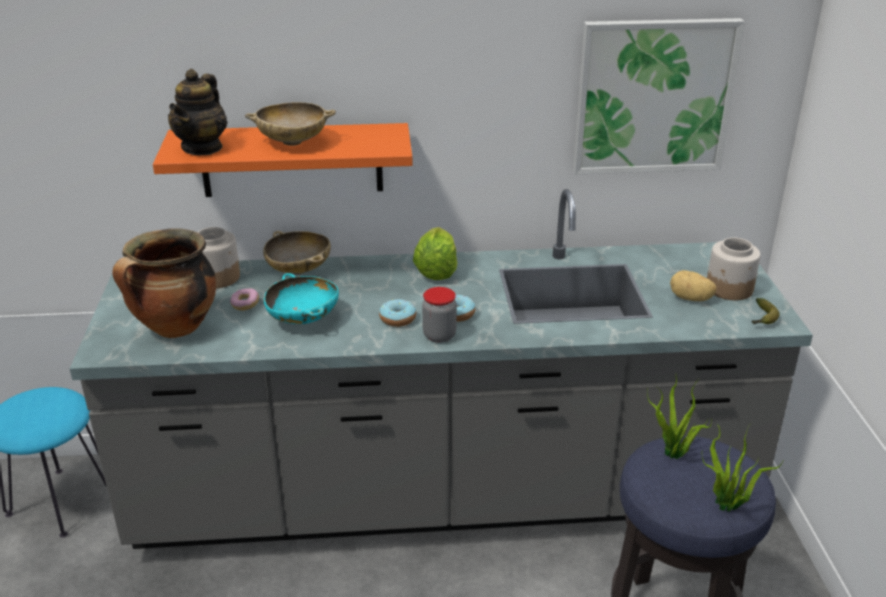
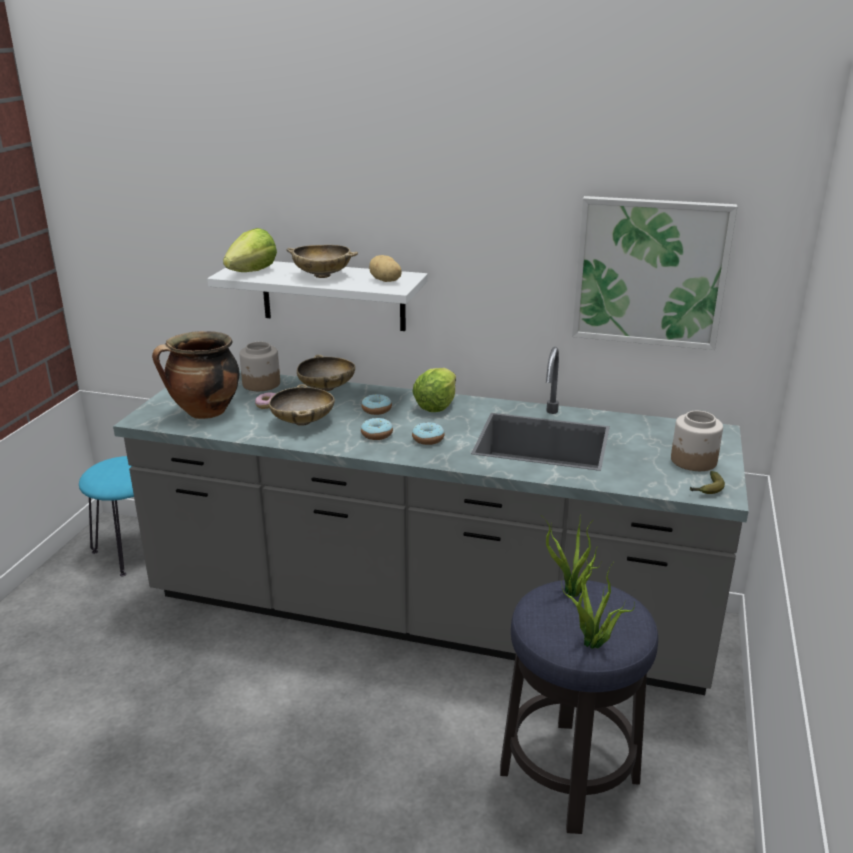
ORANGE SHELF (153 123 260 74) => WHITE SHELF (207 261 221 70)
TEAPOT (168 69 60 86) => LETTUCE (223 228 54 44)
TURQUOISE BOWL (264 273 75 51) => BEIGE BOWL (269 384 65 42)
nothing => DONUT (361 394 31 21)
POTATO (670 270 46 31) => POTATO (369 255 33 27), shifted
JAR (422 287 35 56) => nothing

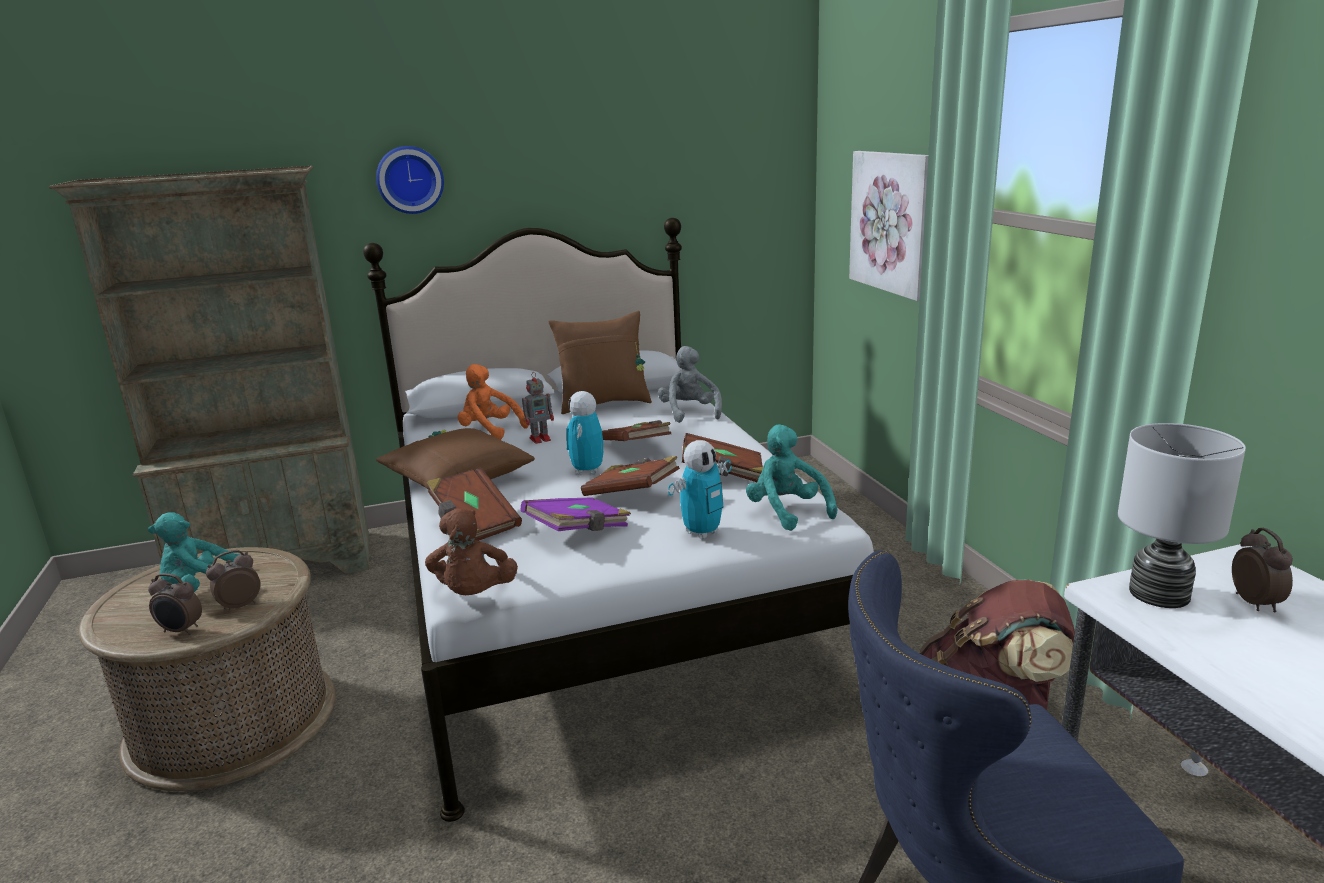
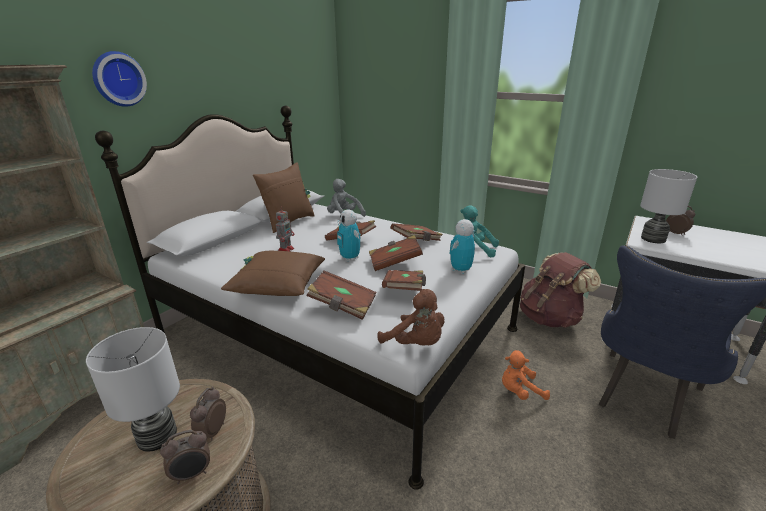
TURQUOISE PLUSH TOY (148 512 92 80) => GREY TABLE LAMP (86 327 94 125)
PURPLE BOOK (521 498 110 33) => BROWN BOOK (382 270 44 21)
TOY ROBOT (668 440 64 99) => TOY ROBOT (449 219 26 55), 150 degrees counterclockwise
ORANGE PLUSH TOY (458 364 70 76) => ORANGE PLUSH TOY (502 350 48 50), shifted
PICTURE (849 151 79 150) => nothing

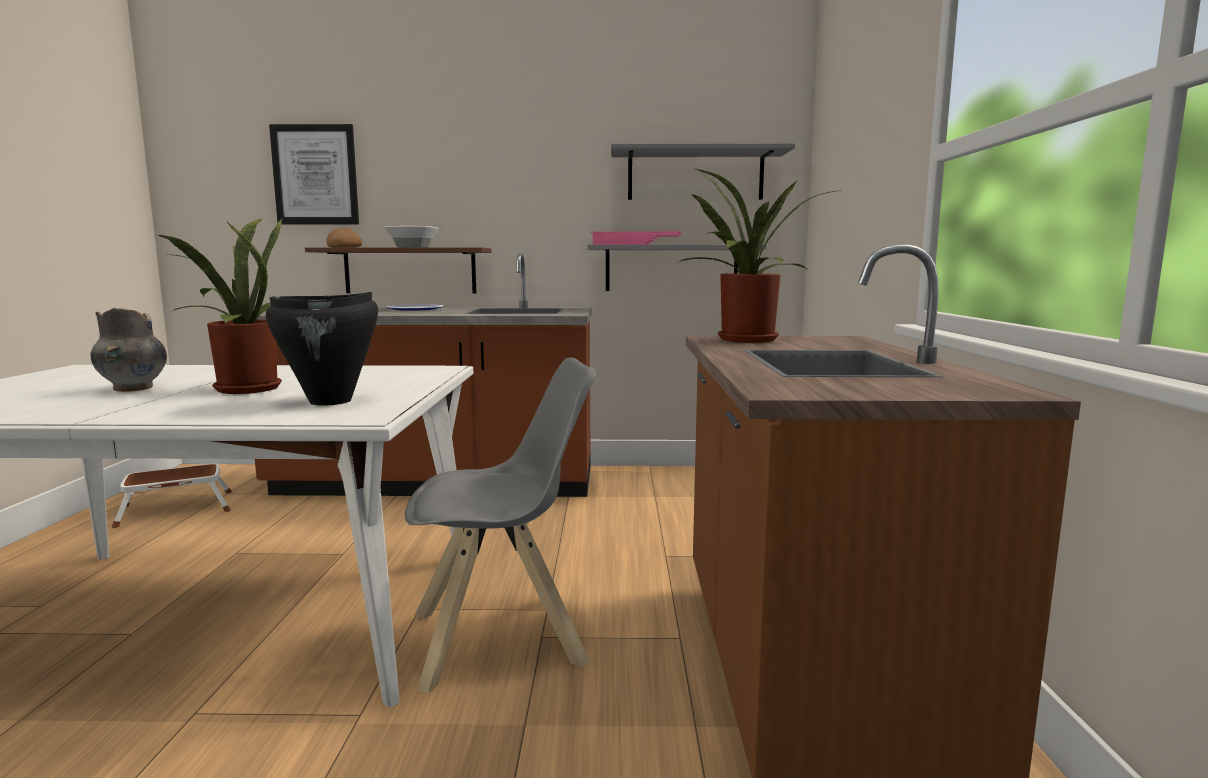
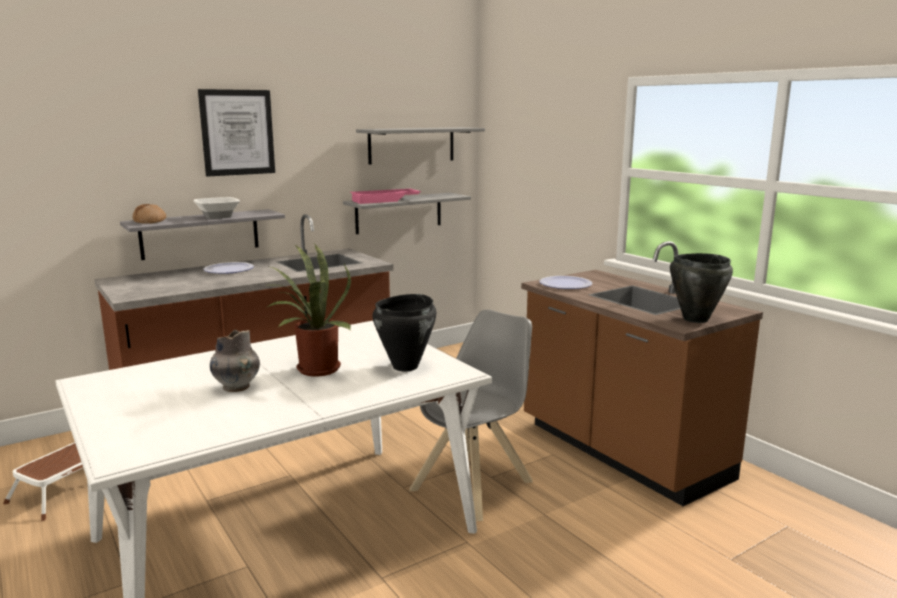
BROWN SHELF (305 247 187 46) => GREY SHELF (120 209 165 51)
PICTURE (269 124 90 100) => PICTURE (198 89 77 88), shifted
POTTED PLANT (679 169 163 174) => PLATE (539 276 54 13)
nothing => BLACK COOKING POT (670 253 63 70)

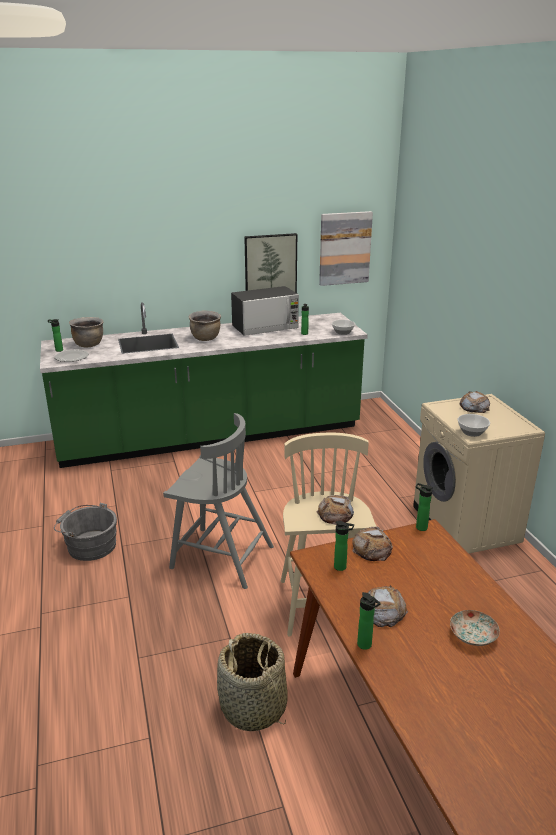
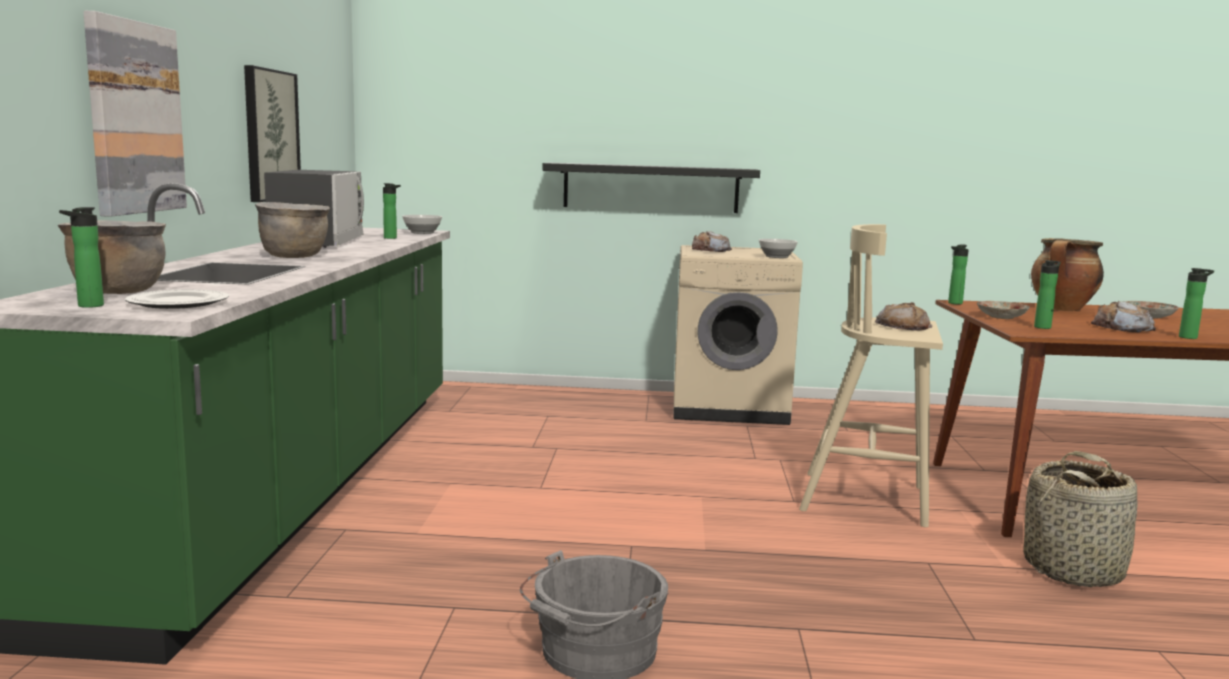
PICTURE (319 211 54 75) => PICTURE (83 11 104 206), shifted
nothing => BLACK SHELF (543 163 217 50)
BREAD (352 527 41 34) => PLATE (977 301 53 18)
nothing => COOKING POT (1031 238 73 73)
GREY CHAIR (163 413 111 176) => nothing

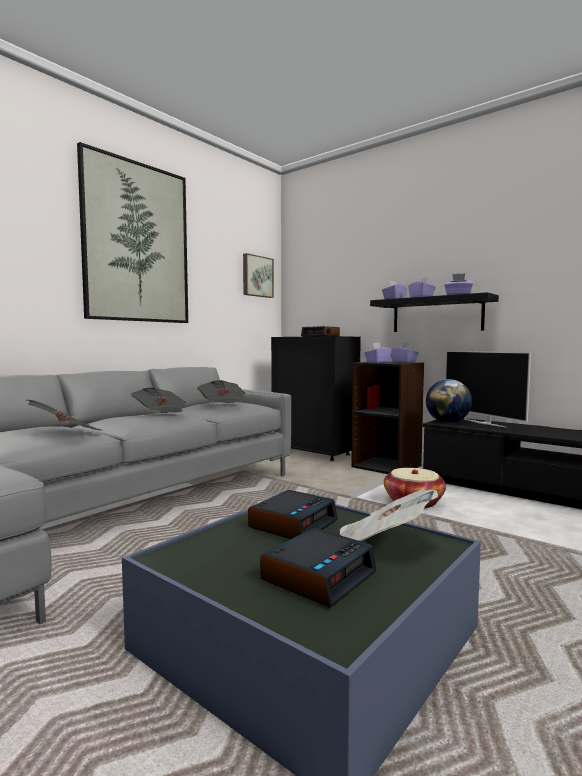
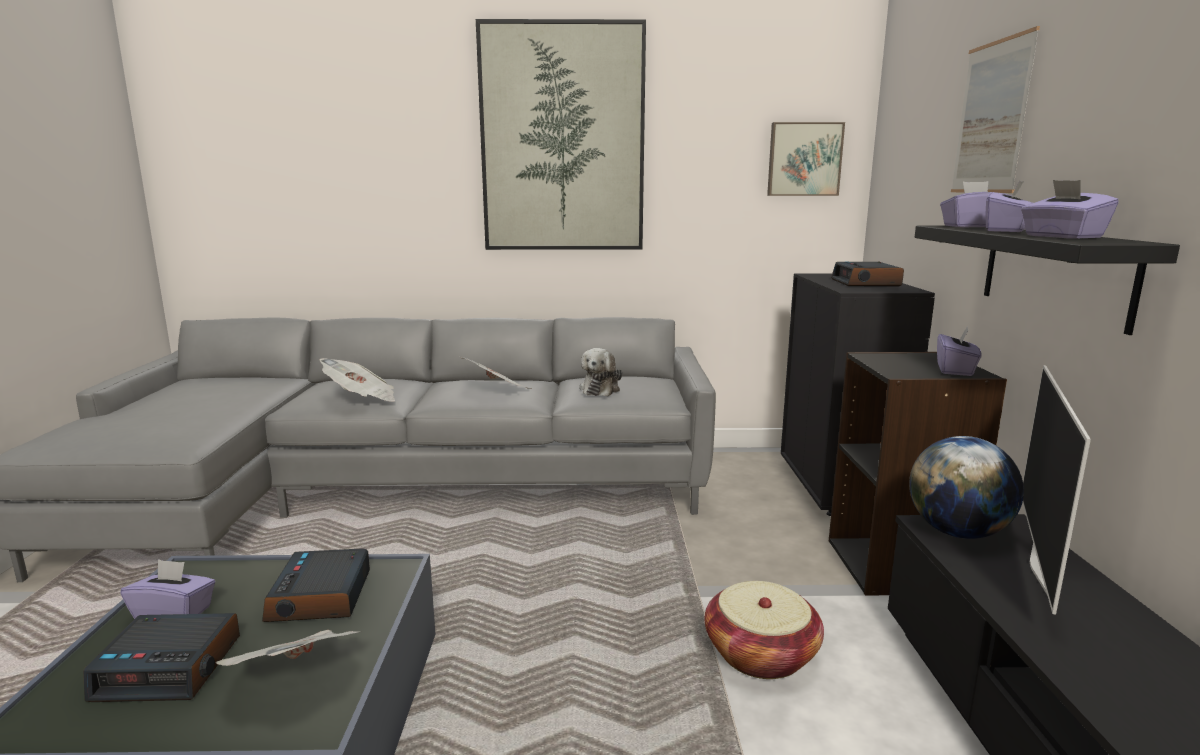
PURPLE TISSUE BOX (364 343 28 20) => PURPLE TISSUE BOX (120 559 96 60), shifted
ALARM CLOCK (248 490 90 49) => ALARM CLOCK (262 548 108 74), 90 degrees clockwise
NEWSPAPER (197 380 48 23) => PLUSH TOY (579 348 43 48)
nothing => PICTURE (951 26 89 167)

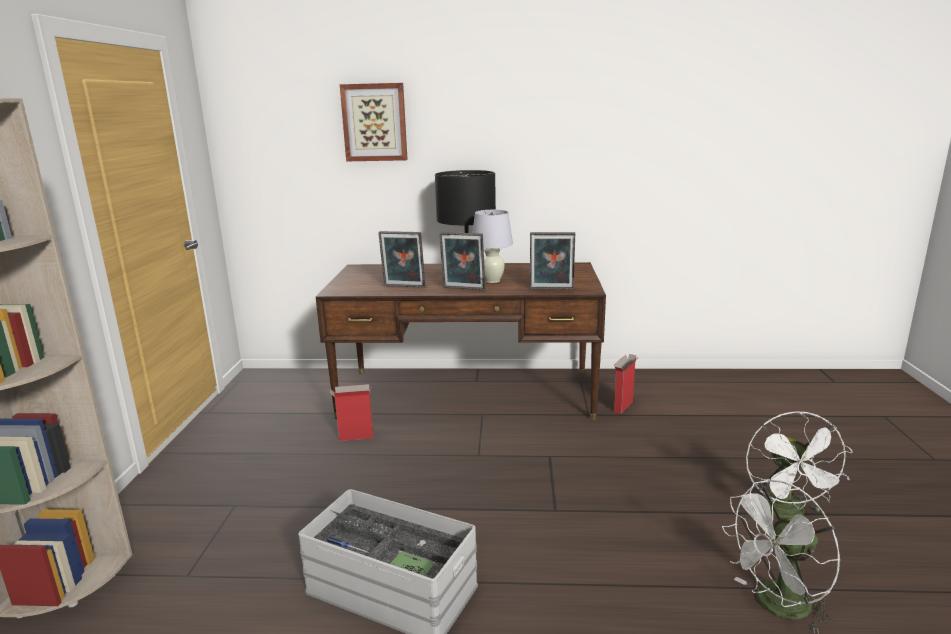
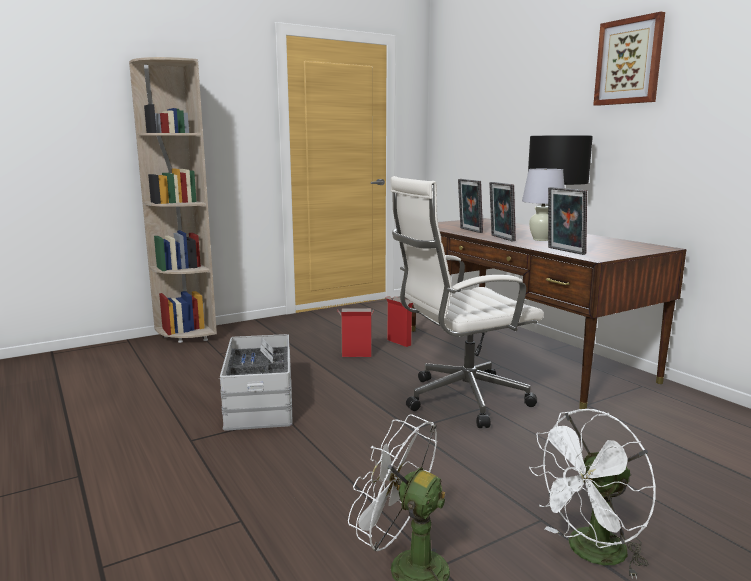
CARDBOARD BOX (614 354 23 60) => CARDBOARD BOX (337 308 37 49), shifted
nothing => WHITE OFFICE CHAIR (391 176 153 252)
PICTURE (340 83 68 78) => PICTURE (593 12 72 94), shifted

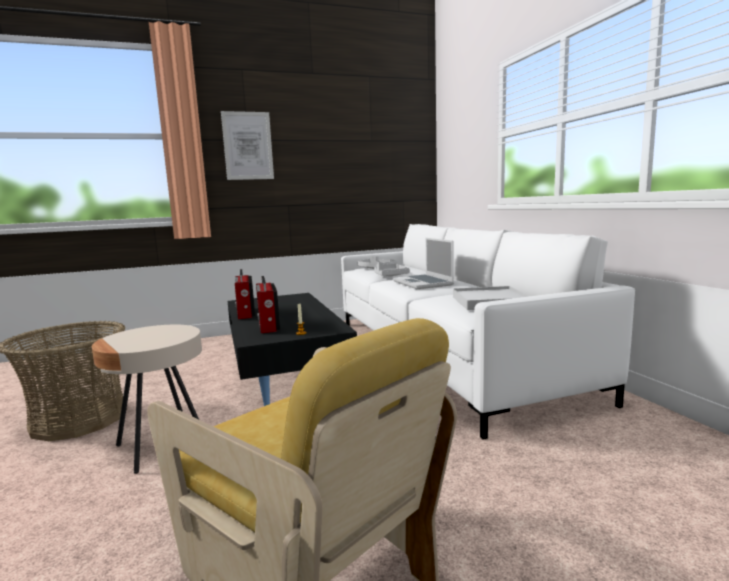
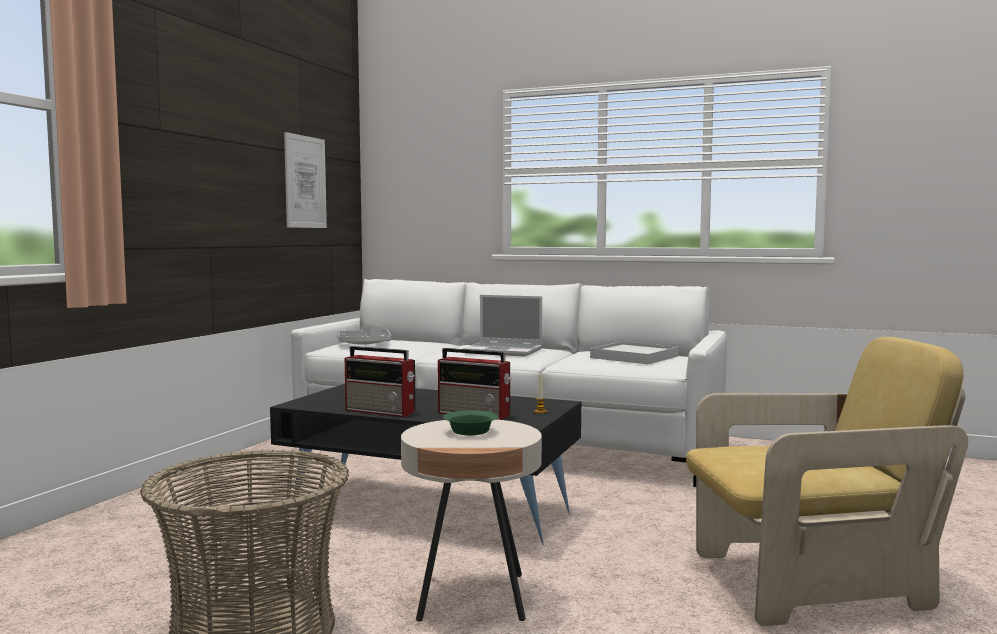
PICTURE (221 111 53 69) => PICTURE (284 132 43 96), shifted
nothing => GREEN BOWL (443 410 55 25)
GREY TRAY (374 261 36 15) => nothing

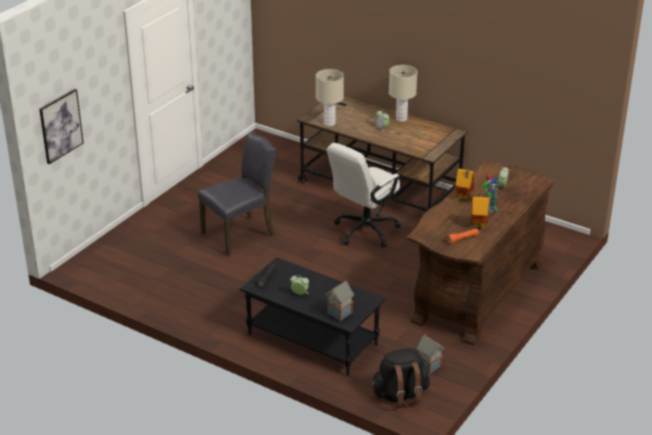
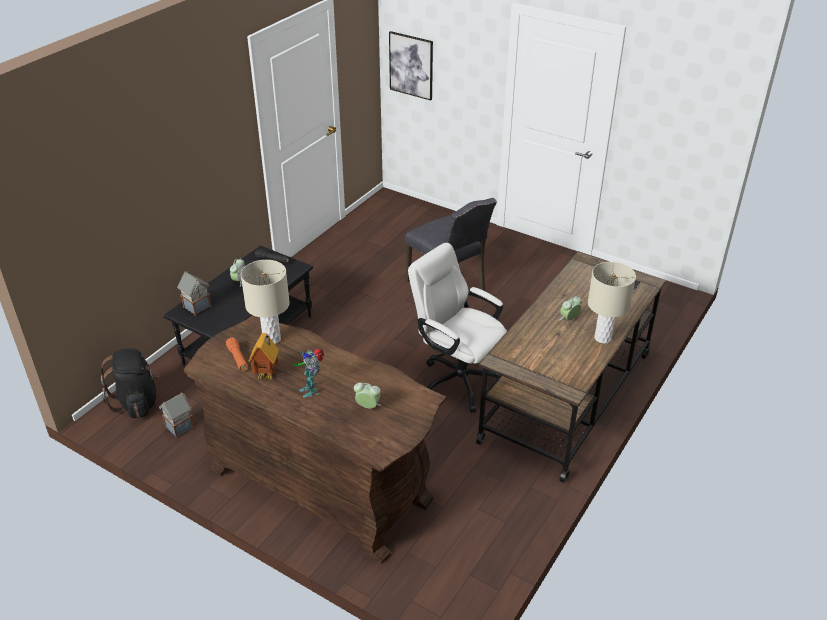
BEIGE TABLE LAMP (316 69 28 57) => BEIGE TABLE LAMP (241 260 49 84), shifted
TOY HOUSE (455 169 20 31) => nothing

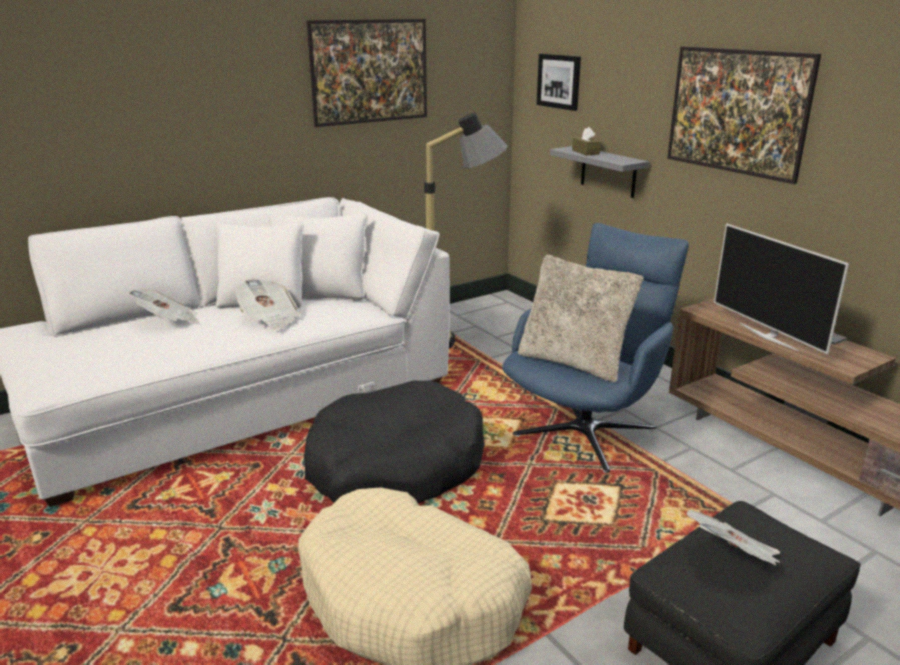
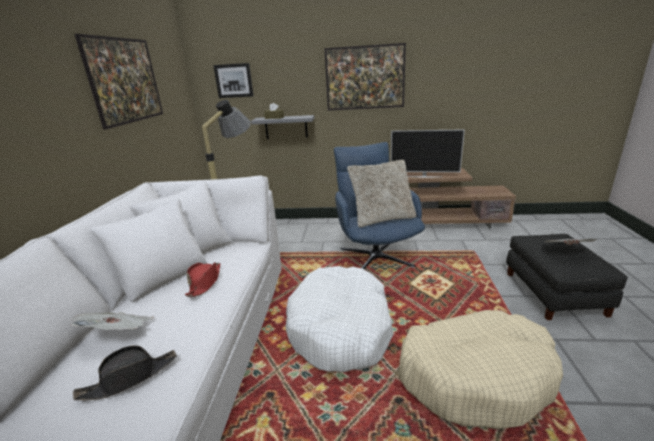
nothing => BLACK HAT (73 345 104 55)
NEWSPAPER (235 279 65 51) => RED HAT (185 262 35 35)
BLACK DOG BED (304 381 181 122) => WHITE DOG BED (285 266 108 106)

